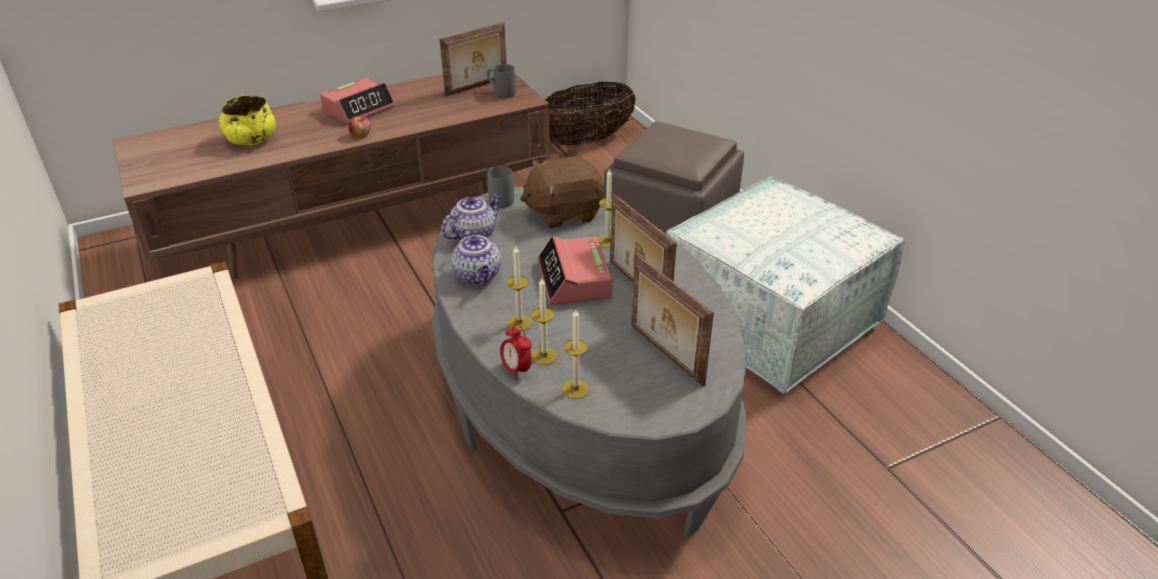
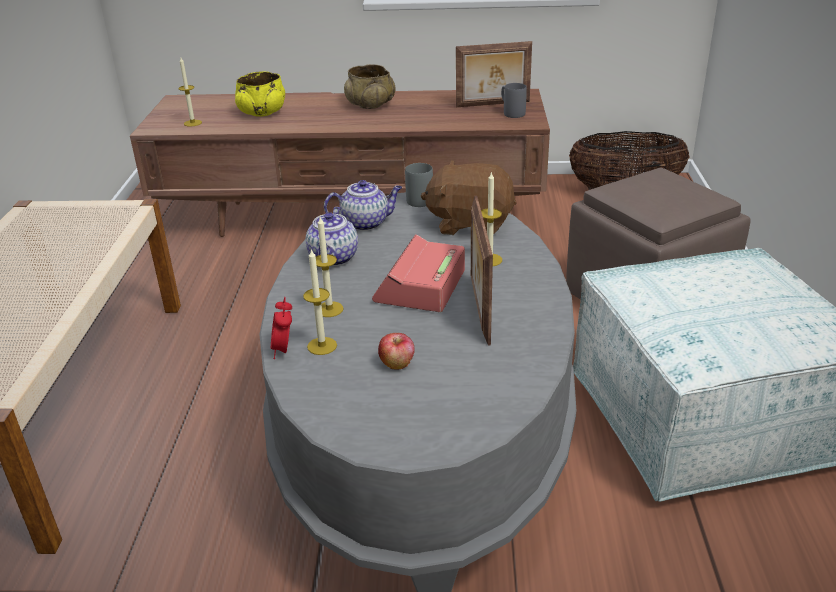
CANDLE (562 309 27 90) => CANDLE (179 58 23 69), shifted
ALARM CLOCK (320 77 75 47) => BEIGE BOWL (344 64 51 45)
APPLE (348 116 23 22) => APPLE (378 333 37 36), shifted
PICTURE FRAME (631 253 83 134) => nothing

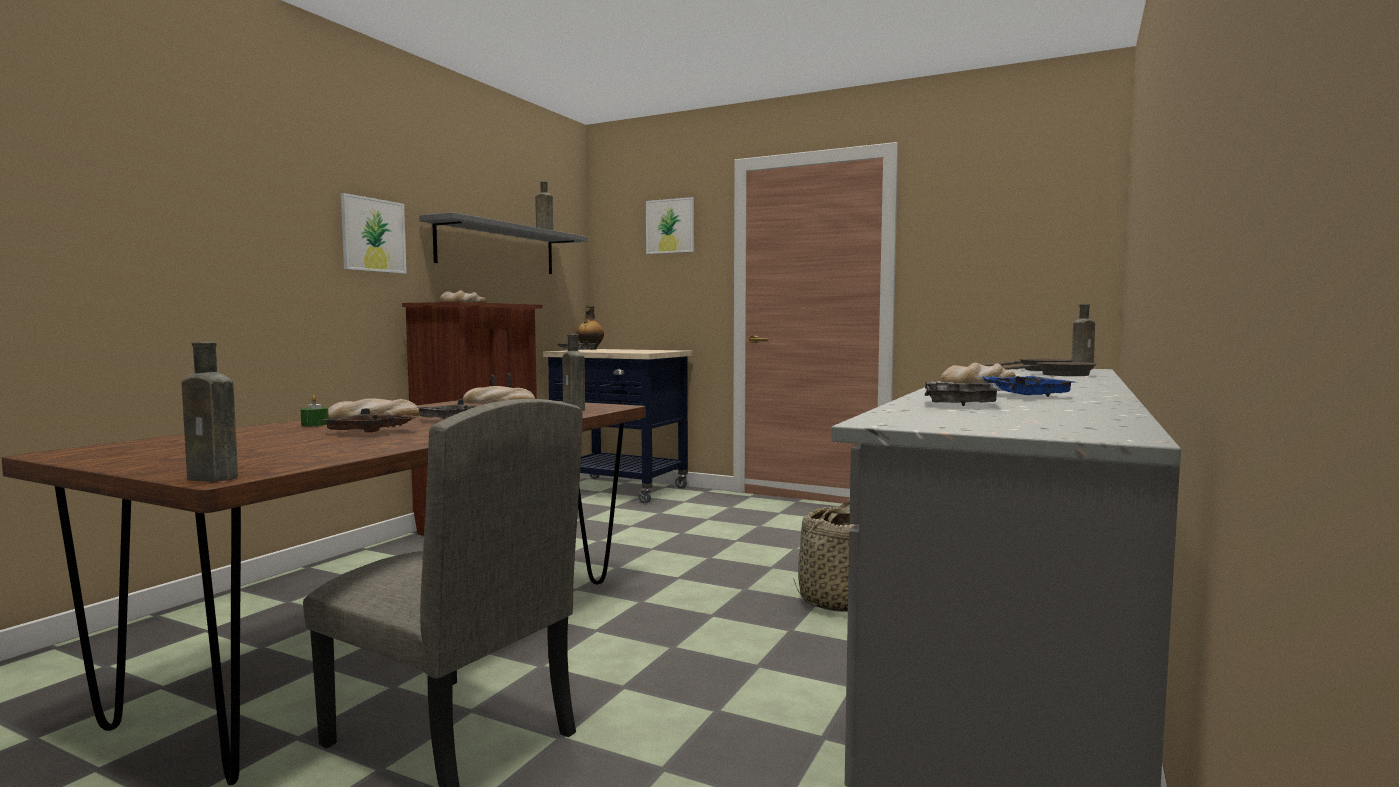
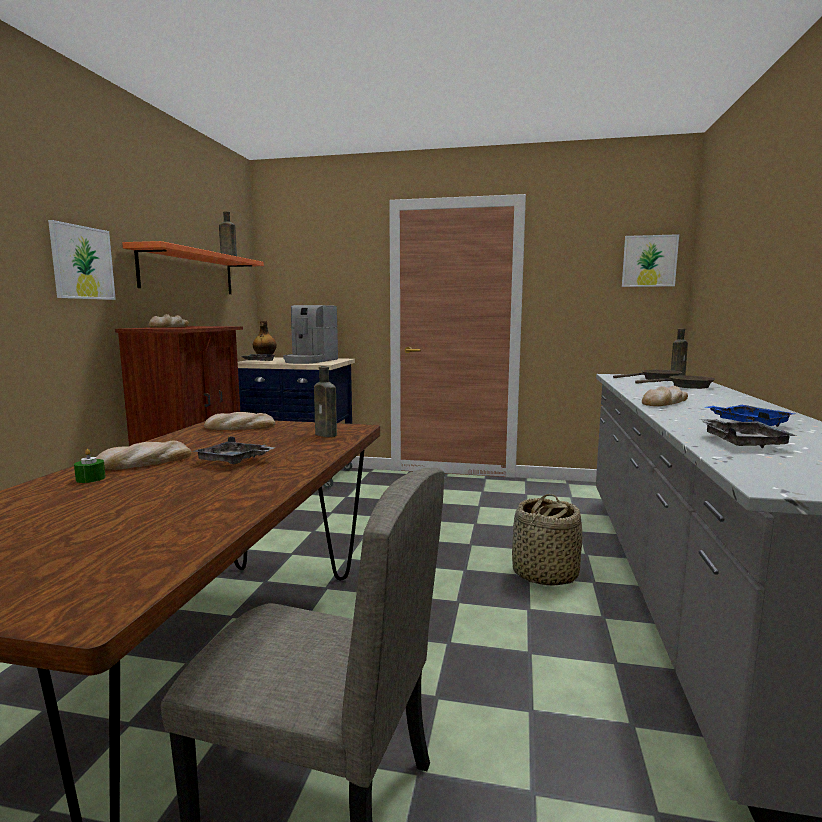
GREY SHELF (419 212 169 62) => ORANGE SHELF (122 241 142 53)
nothing => COFFEE MACHINE (283 305 55 59)
PICTURE (646 197 48 57) => PICTURE (622 234 57 53), shifted
BROWN BOTTLE (181 342 57 140) => nothing
BROWN TRAY (323 408 95 25) => nothing

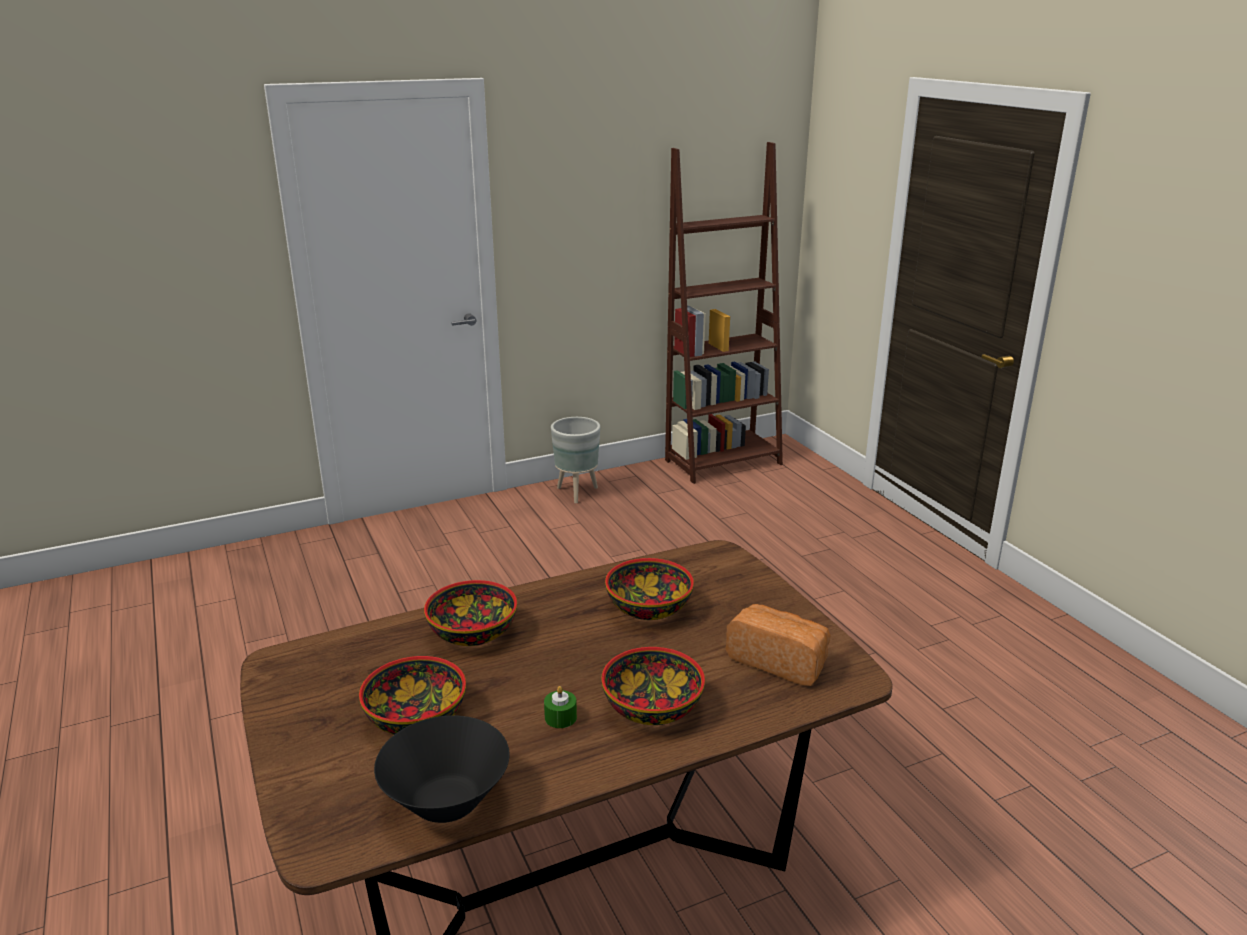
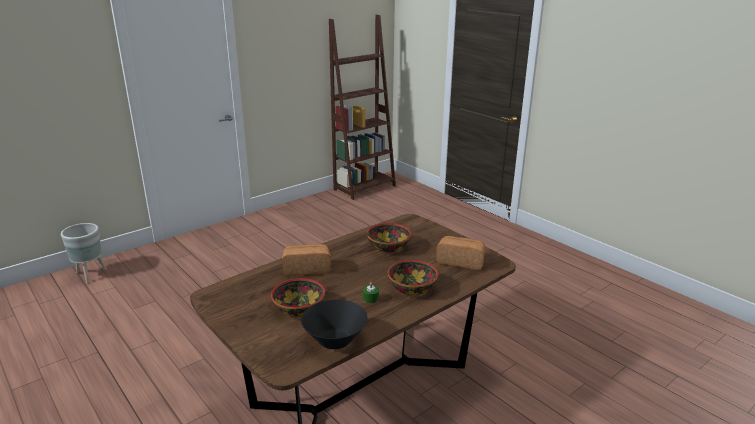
GREY PLANTER (551 417 49 86) => GREY PLANTER (61 223 45 60), shifted
BOWL (424 580 93 66) => BREAD (282 244 49 32)

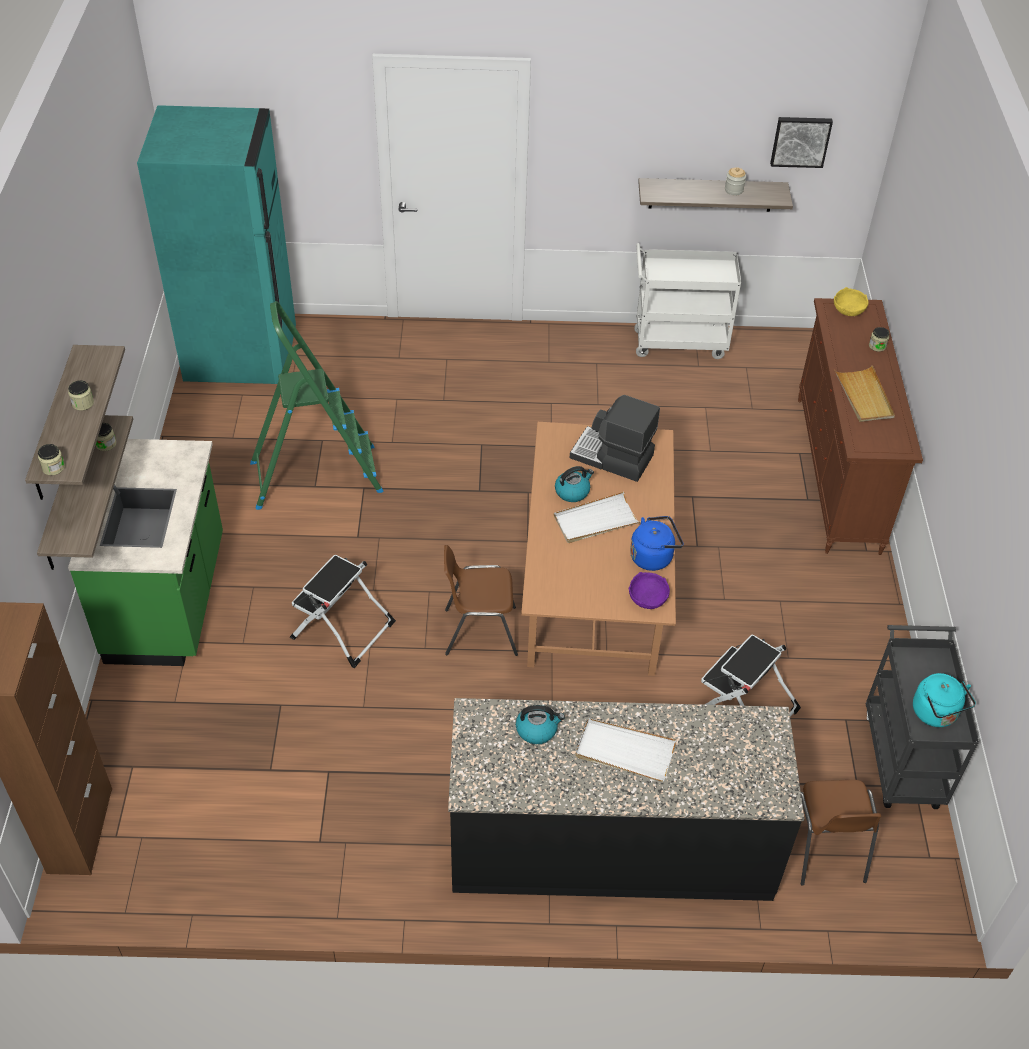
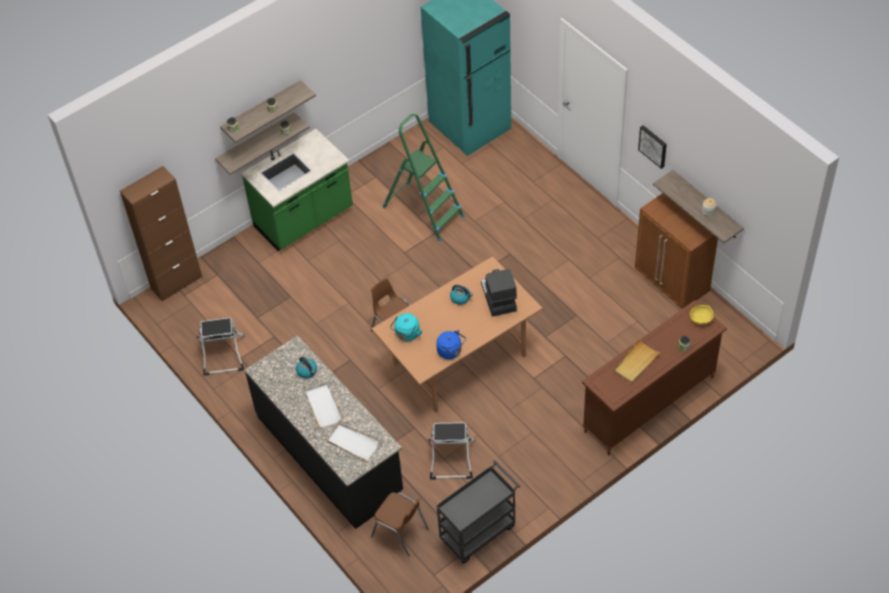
STEP LADDER (290 555 106 113) => STEP LADDER (197 318 48 58), shifted
WHITE TRAY (554 492 87 51) => WHITE TRAY (327 423 53 38), shifted
BROWN CHAIR (801 780 81 106) => BROWN CHAIR (371 492 58 64), 105 degrees counterclockwise
TURQUOISE KETTLE (913 673 63 54) => TURQUOISE KETTLE (390 313 32 28), shifted
WHITE CART (634 243 107 116) => BROWN CABINET (635 193 83 116)
PICTURE (770 117 63 51) => PICTURE (638 125 29 44), shifted
PURPLE BOWL (629 572 41 37) => nothing

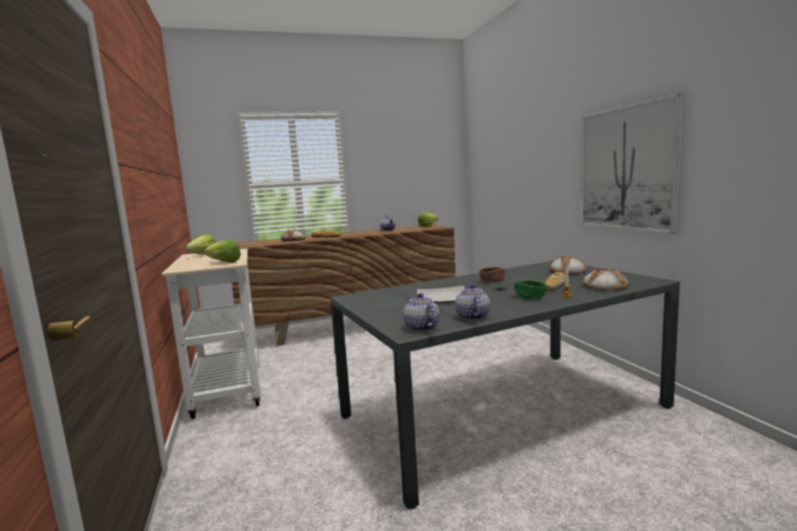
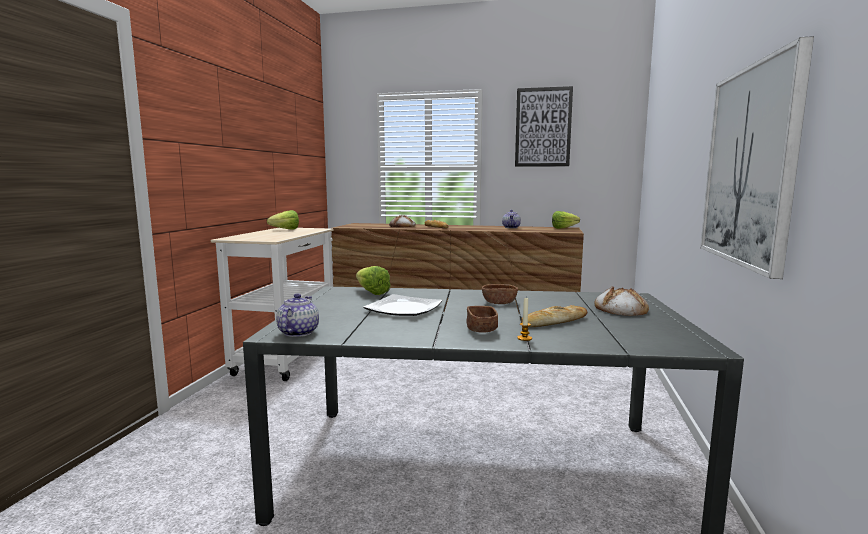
LETTUCE (204 239 37 24) => LETTUCE (356 266 35 29), shifted
GREEN BOWL (514 280 33 19) => BROWN BOWL (467 306 31 27)
nothing => PICTURE (515 86 58 81)
TEAPOT (455 284 35 36) => nothing
BREAD (583 267 46 24) => nothing

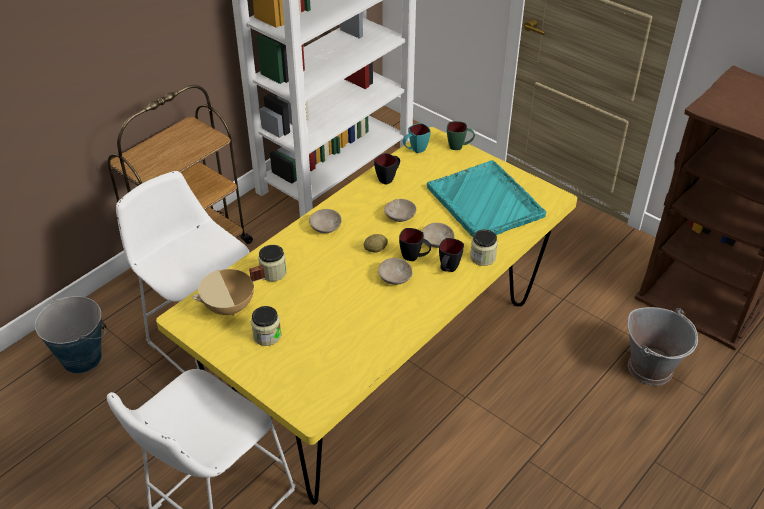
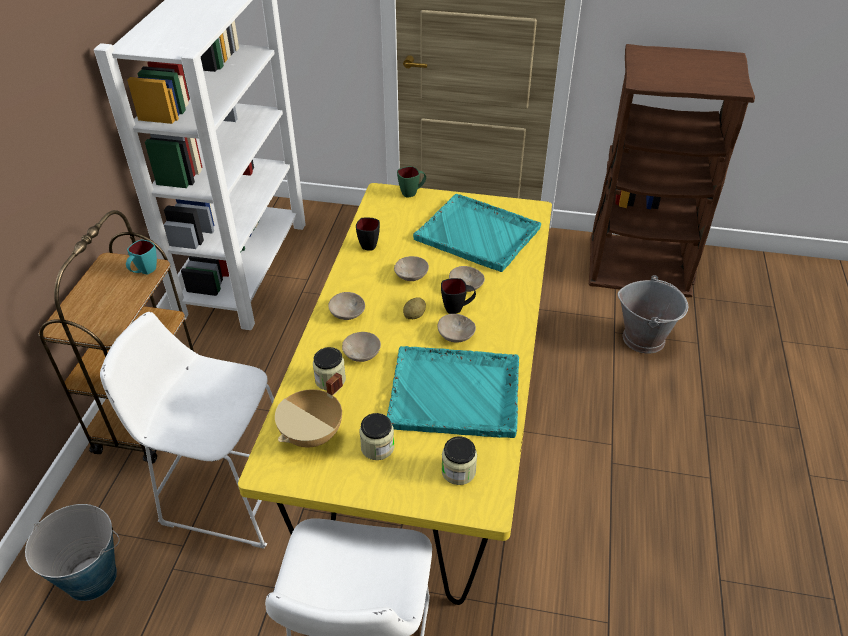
TURQUOISE MUG (403 123 28 30) => TURQUOISE MUG (126 240 31 35), shifted
nothing => BEIGE BOWL (342 332 39 30)
nothing => TURQUOISE TRAY (387 346 132 92)
JAR (470 229 28 37) => JAR (441 436 36 49), shifted
BLACK MUG (439 238 25 34) => nothing

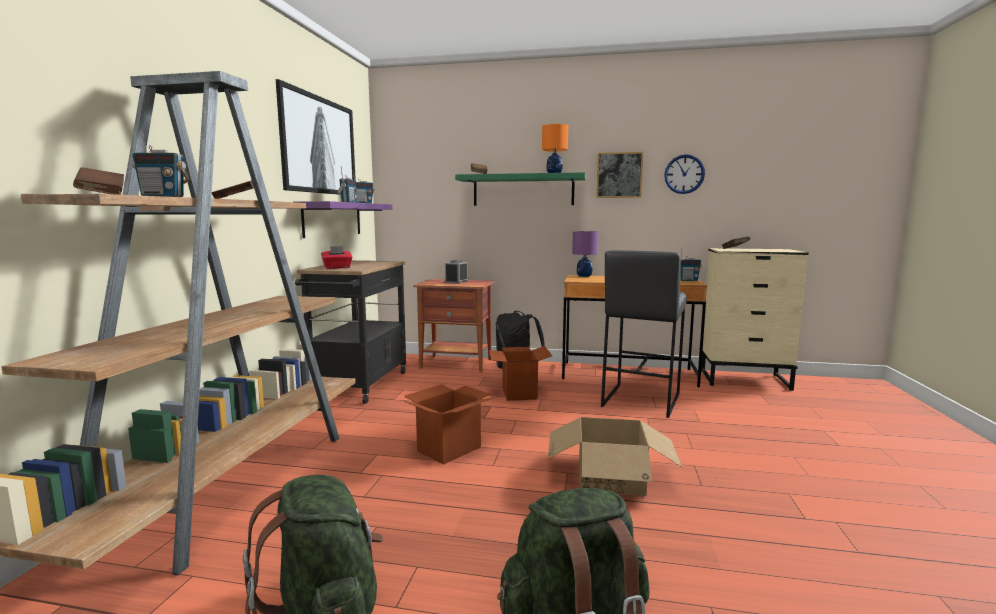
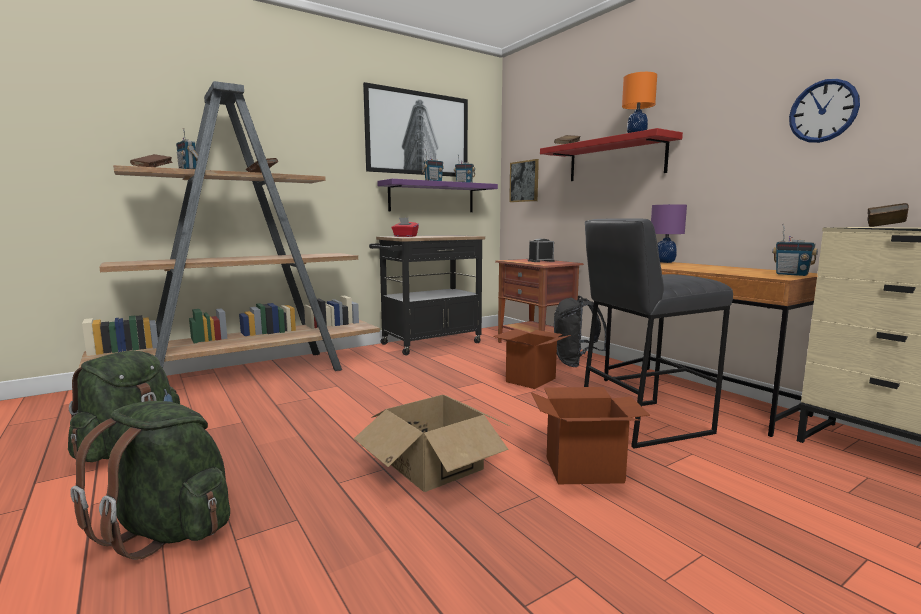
PICTURE (596 152 47 46) => PICTURE (509 159 30 43), shifted
CARDBOARD BOX (404 384 90 80) => CARDBOARD BOX (531 387 119 97), shifted
GREEN SHELF (455 172 131 34) => RED SHELF (540 128 143 53)

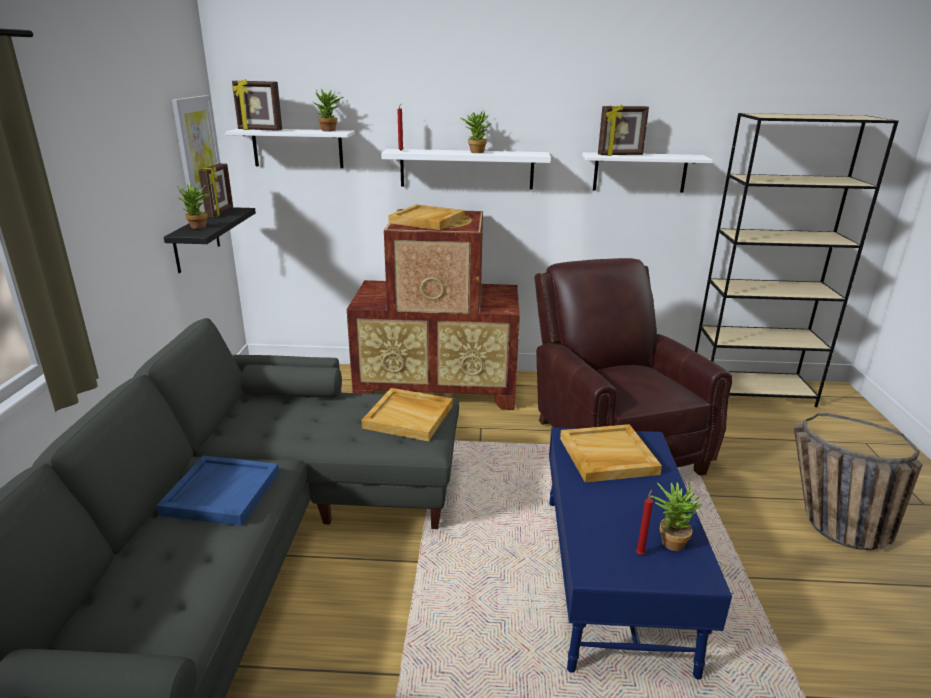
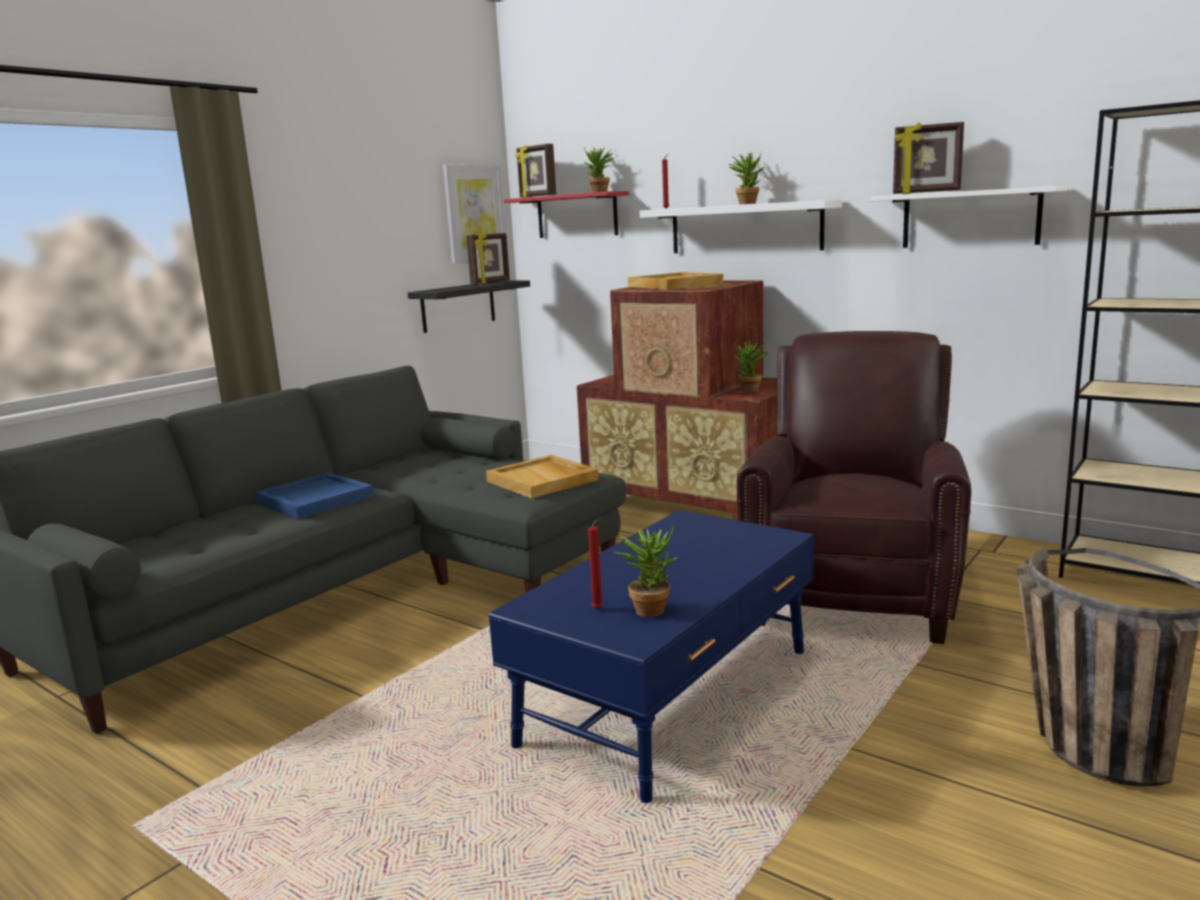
WHITE SHELF (225 128 130 40) => RED SHELF (504 191 125 47)
POTTED PLANT (177 183 33 46) => POTTED PLANT (733 340 35 52), shifted
BEIGE TRAY (560 424 102 58) => nothing

